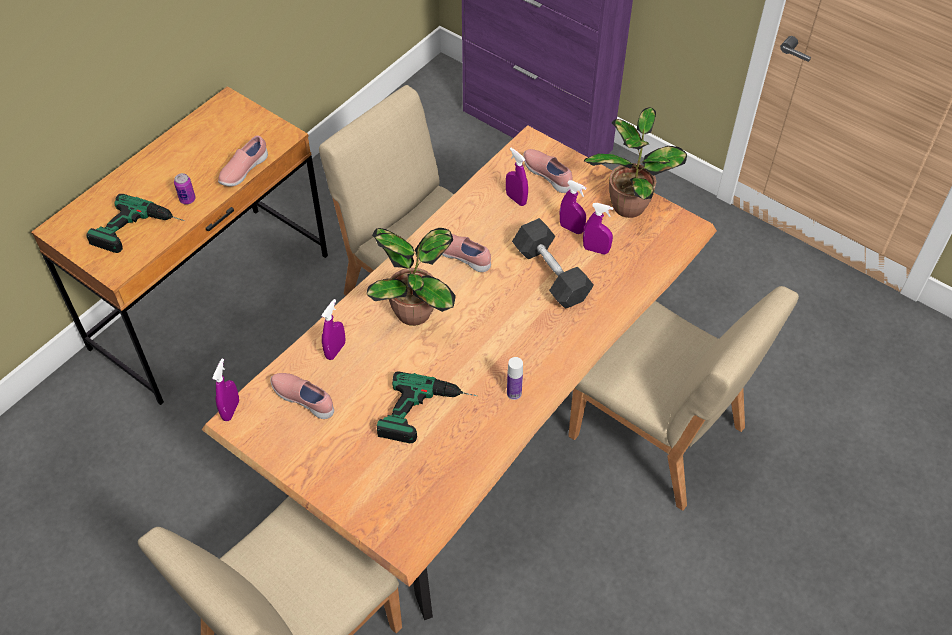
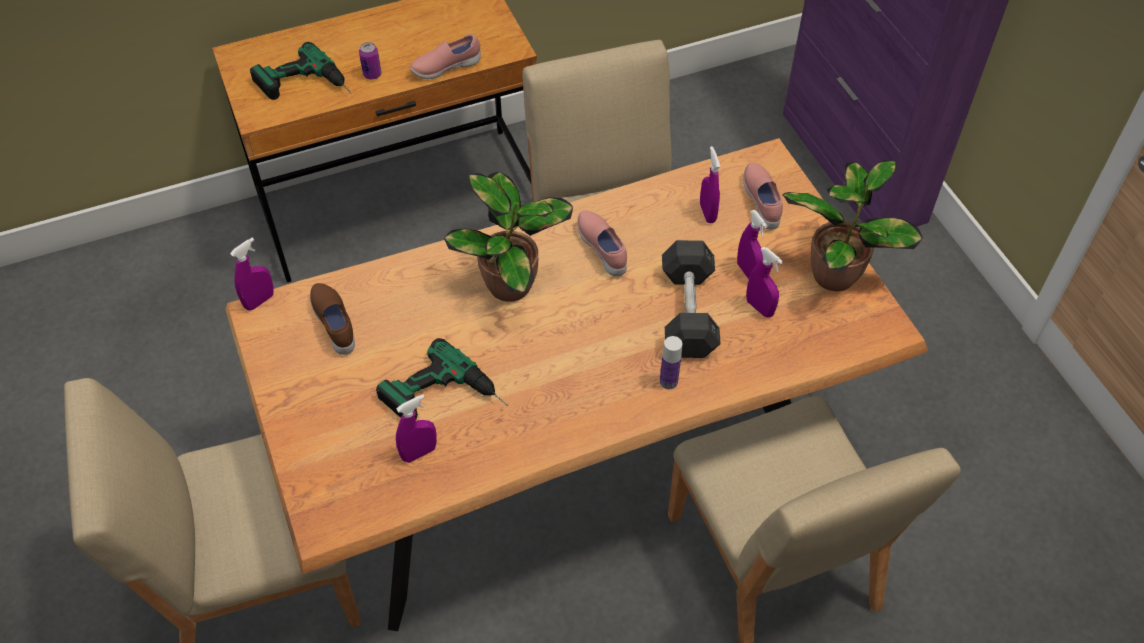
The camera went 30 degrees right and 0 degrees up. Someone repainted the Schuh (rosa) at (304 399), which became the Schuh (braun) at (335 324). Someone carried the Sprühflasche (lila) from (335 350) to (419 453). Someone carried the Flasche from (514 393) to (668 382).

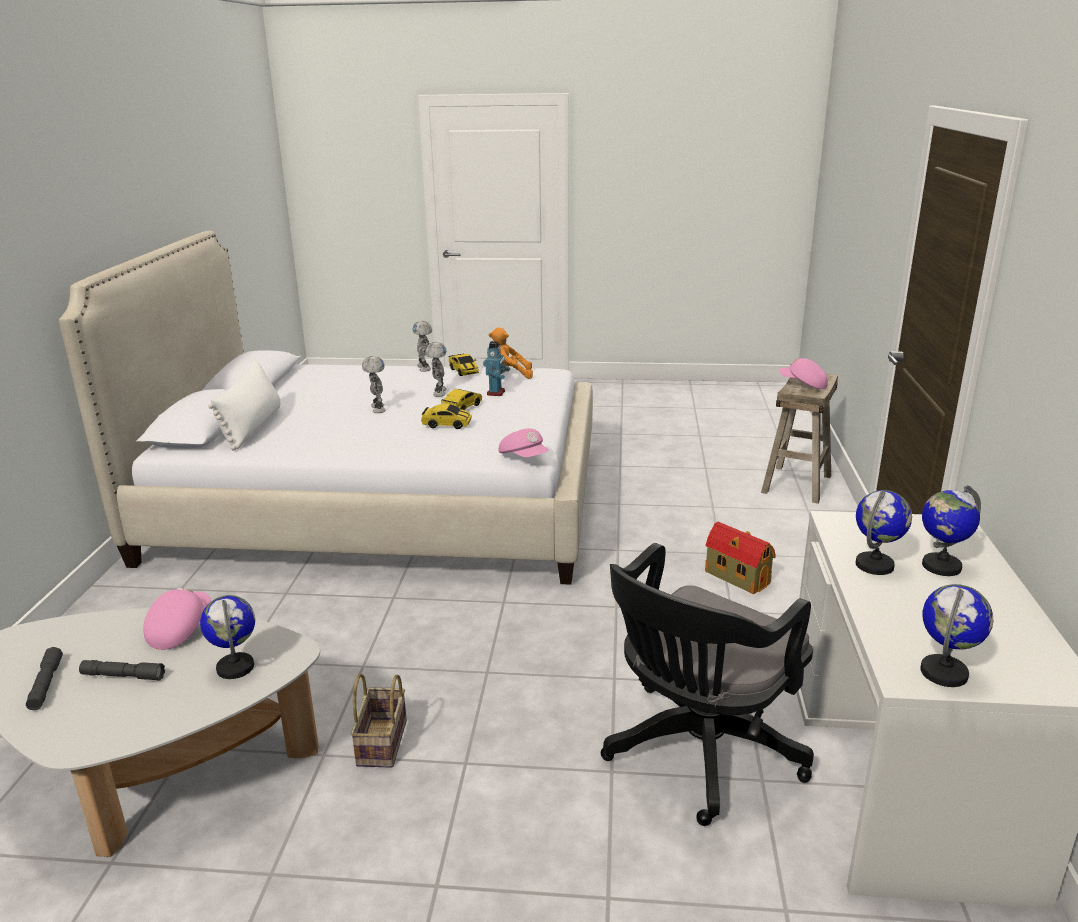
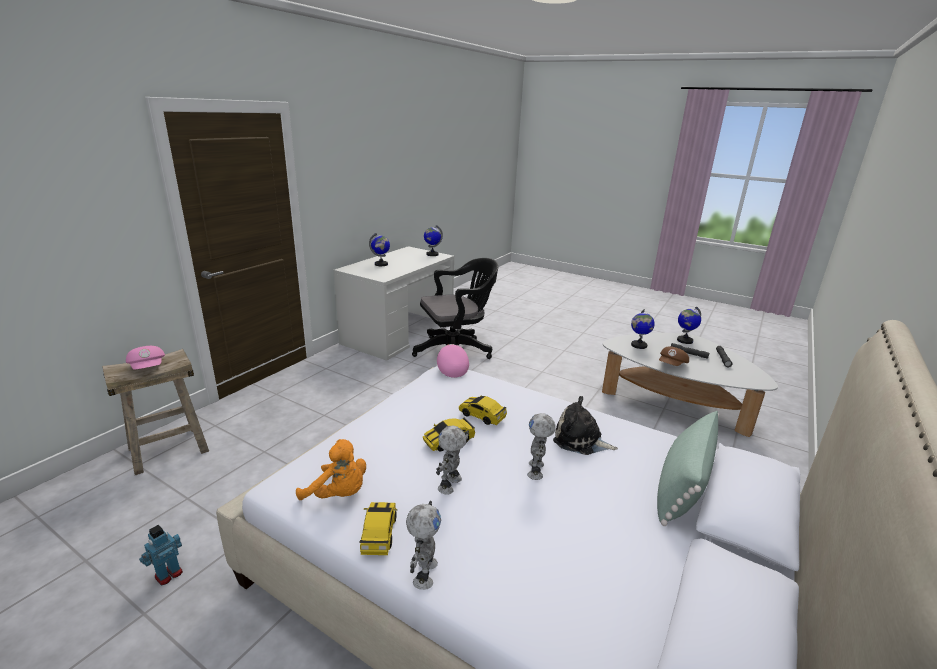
The camera went 155 degrees left and 0 degrees up. Someone carried the Spielzeugroboter from (496 393) to (168 574). Someone put down the Plüschtier at (580 440). Someone repainted the Kissen (weiß) at (252 427), which became the Kissen (grün) at (682 485). Someone repainted the Kappe (rosa) at (179 629), which became the Kappe (braun) at (672 365). Someone carried the Globus from (875 565) to (684 340). Someone took away the Korb at (383 744). Someone took away the Spielzeughaus at (736 577).

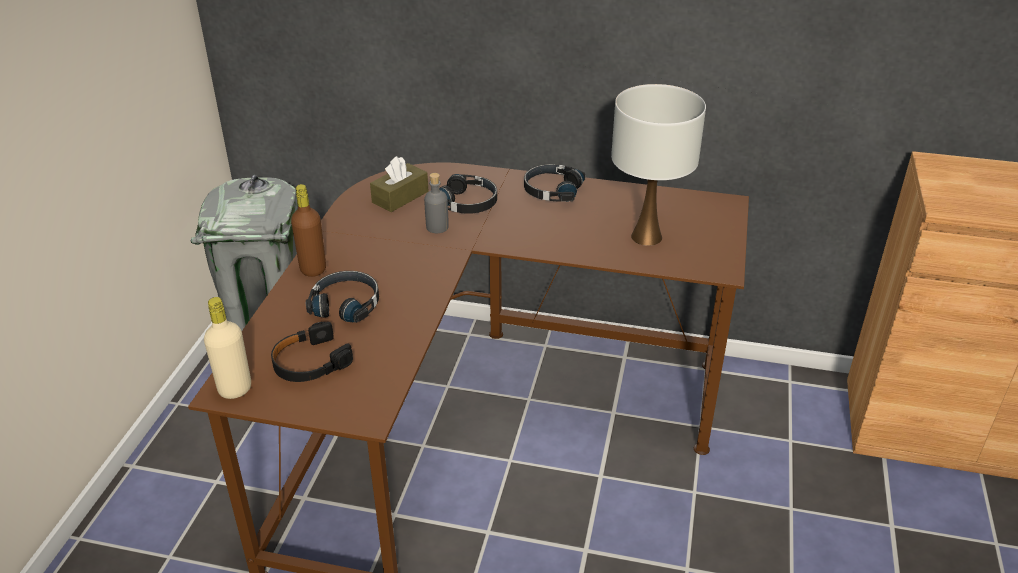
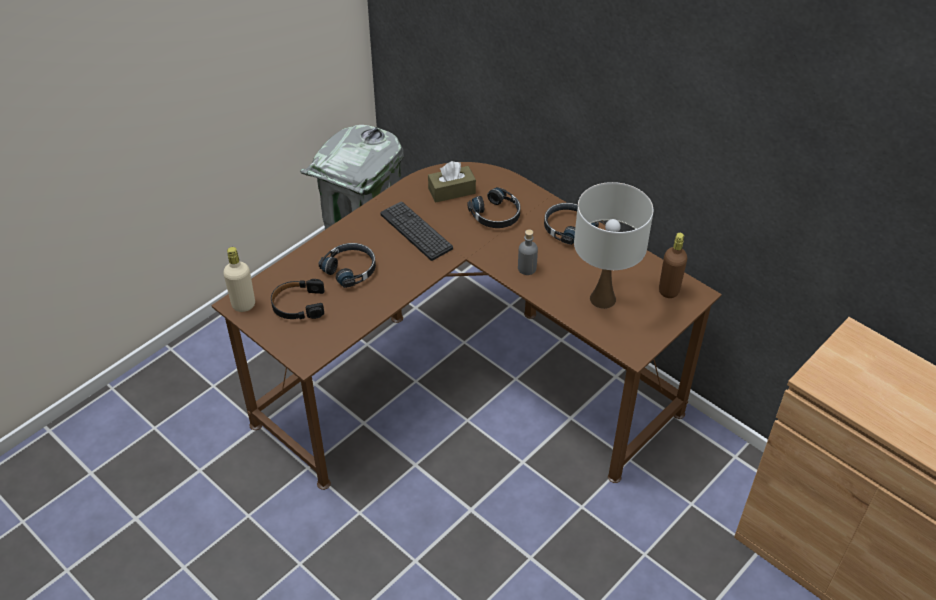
The camera went 30 degrees right and 10 degrees up. Someone put down the Tastatur at (416 231). Someone carried the Flasche (grau) from (437 227) to (527 268). Someone carried the Flasche (braun) from (313 269) to (668 291).

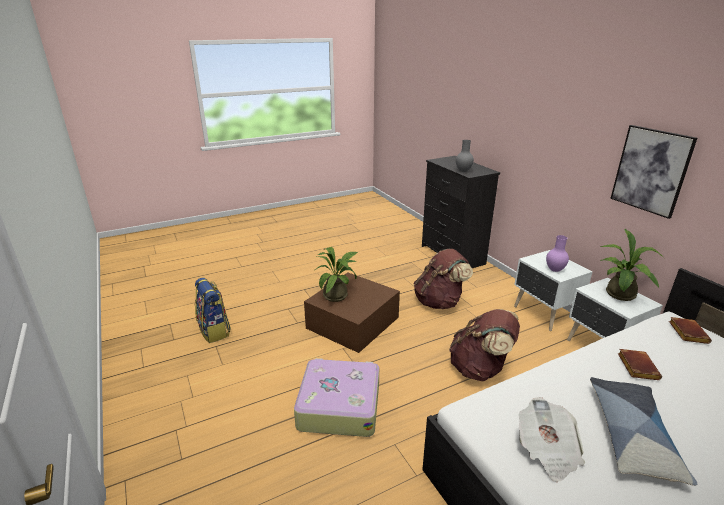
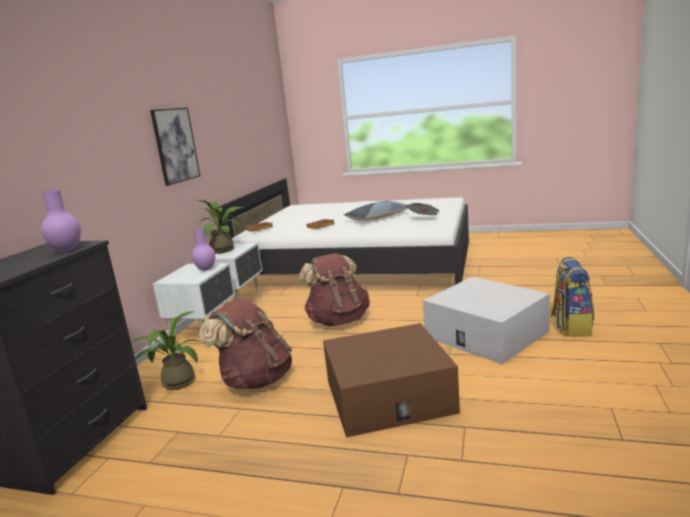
The camera went 135 degrees left and 10 degrees down. Someone repainted the Vase (grau) at (463 171), which became the Vase (lila) at (66 250). Someone carried the Topfpflanze from (338 295) to (175 382). Someone swapped the Koffer at (339 405) for the Aufbewahrungsbox (weiß) at (486 334). Someone carried the Rucksack from (215 331) to (571 326).

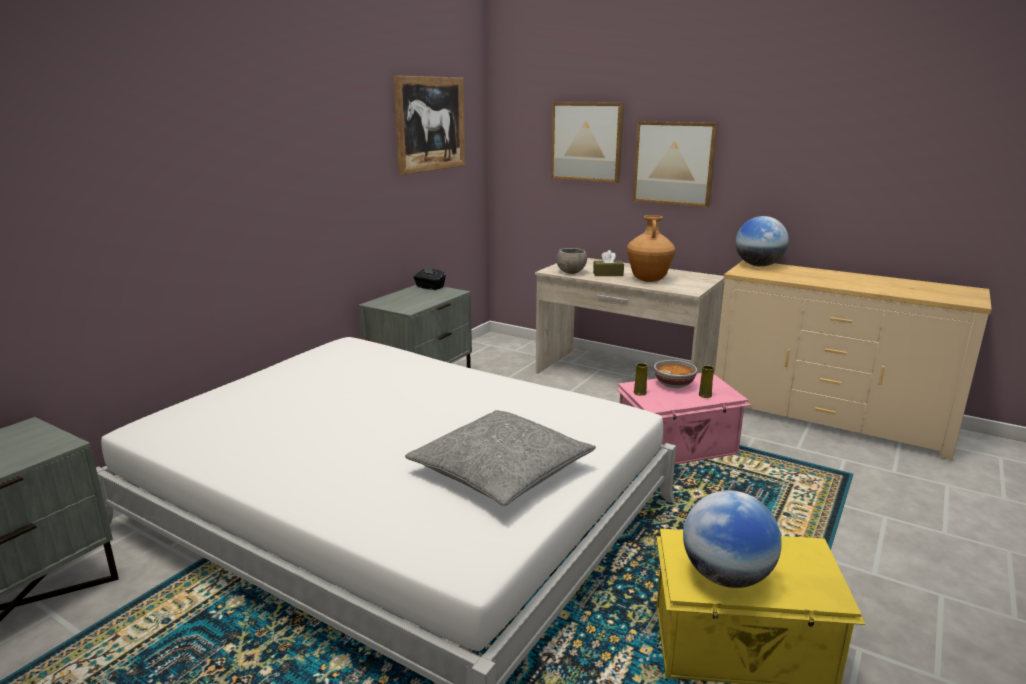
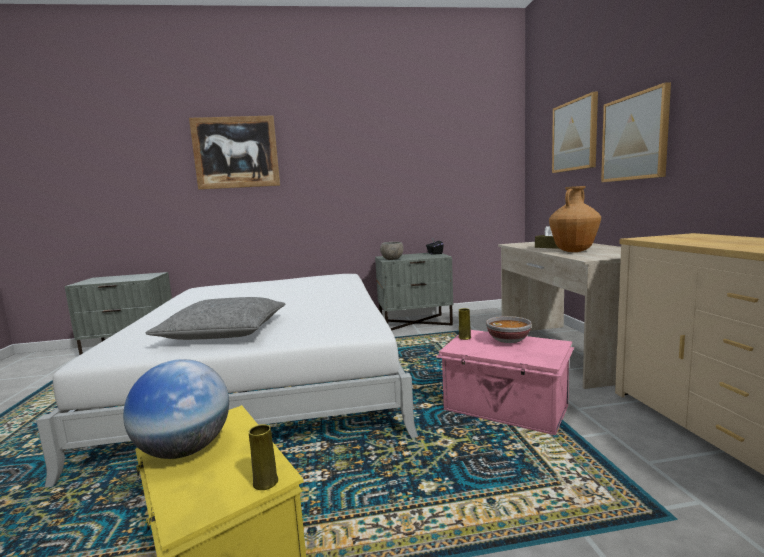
The camera went 50 degrees right and 10 degrees down. Someone carried the Bild from (430 124) to (236 152). Someone carried the Vase (gelb) from (705 395) to (265 482). Someone carried the Schüssel (grau) from (571 272) to (392 259). Someone took away the Globus at (758 265).

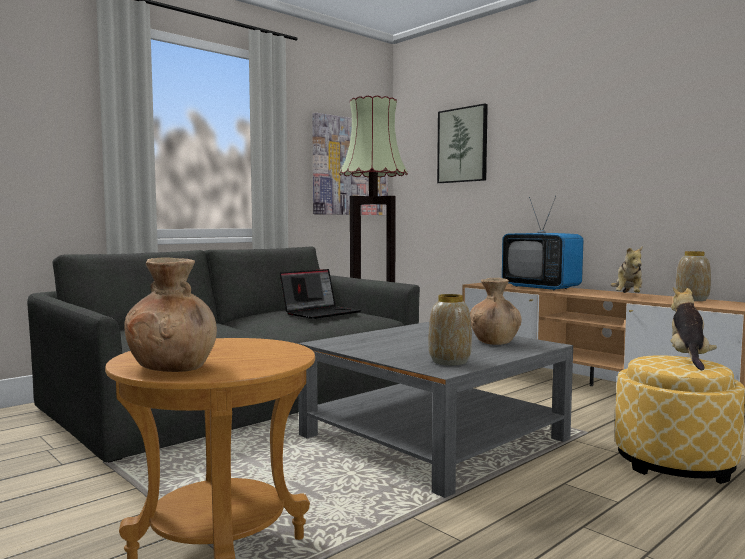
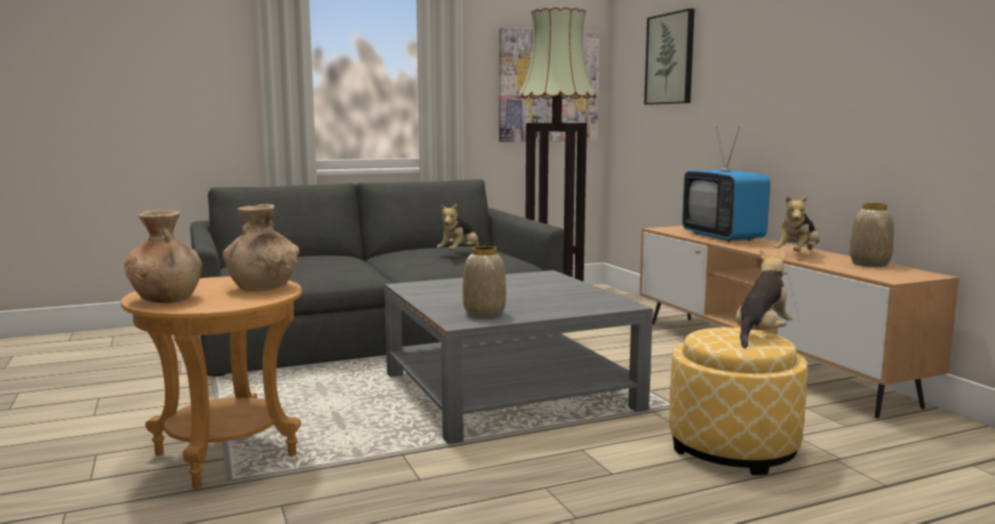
The camera went 20 degrees right and 5 degrees up. Someone carried the Vase (braun) from (494 342) to (262 288). Someone swapped the Laptop at (321 313) for the Plüschtier at (459 253).

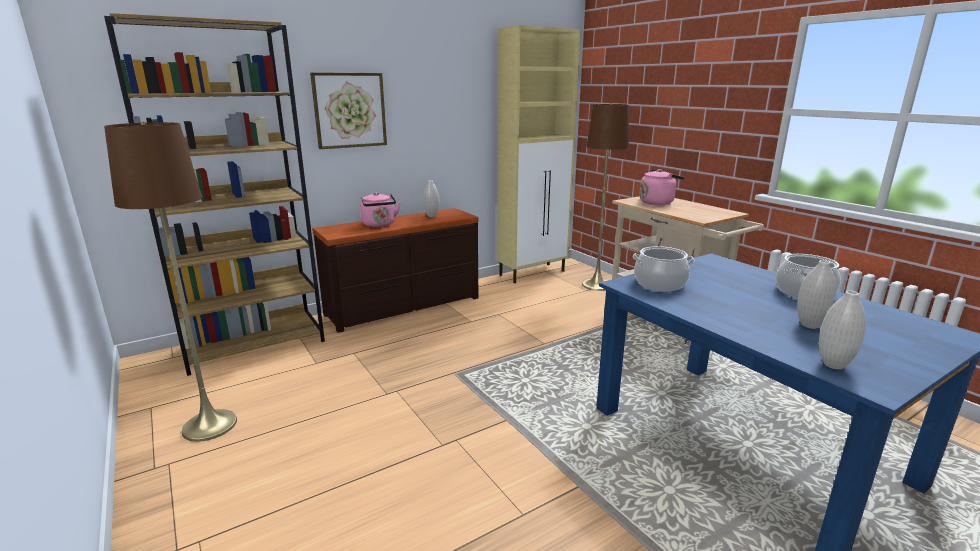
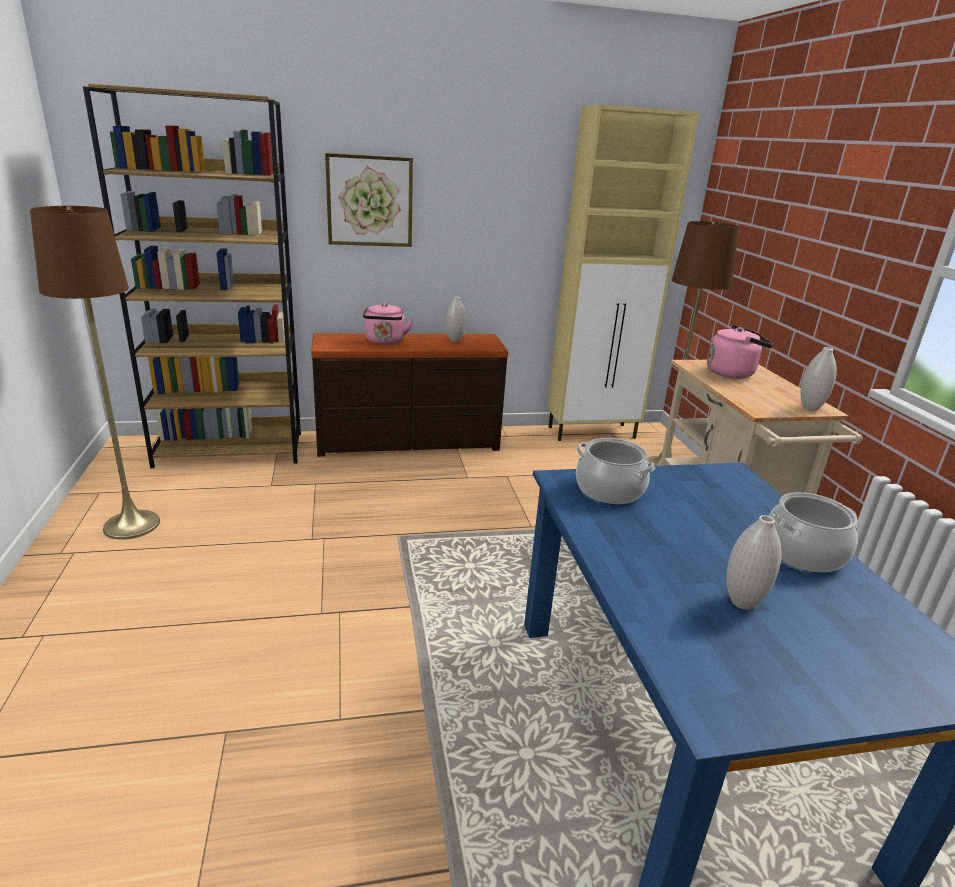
The camera went 20 degrees right and 5 degrees up. Someone carried the Vase (weiß) from (833 365) to (810 408).

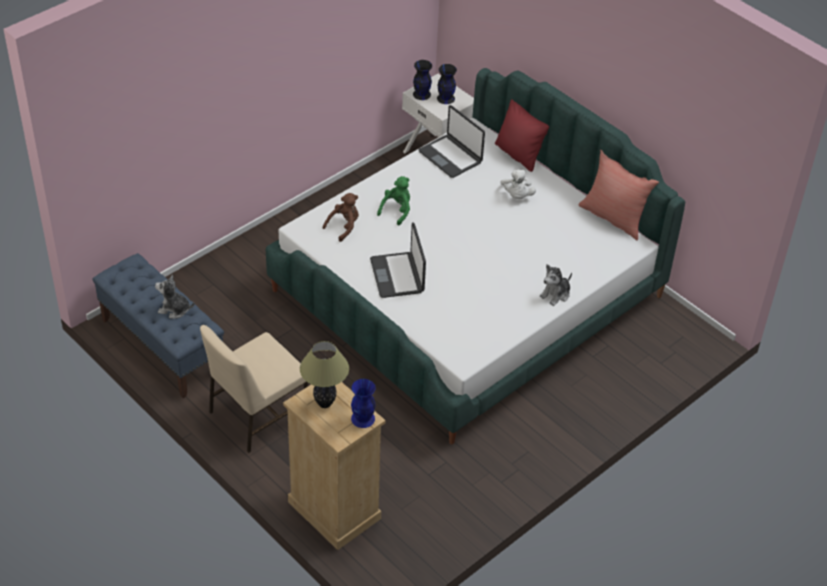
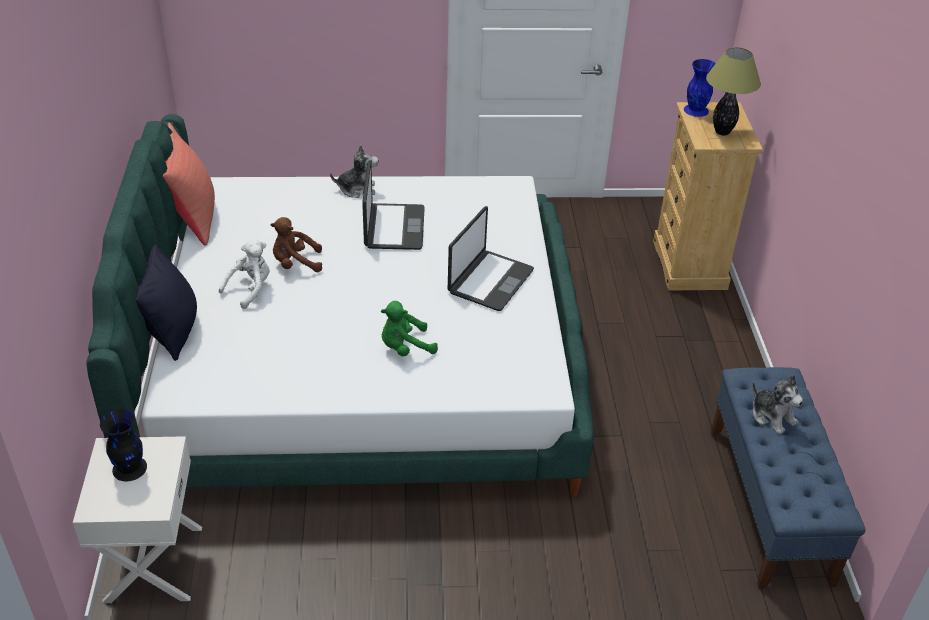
The camera went 140 degrees left and 5 degrees down. Someone repainted the Kissen (rot) at (518 155), which became the Kissen (schwarz) at (173 332). Someone carried the Plüschtier (braun) from (344 226) to (295 264). Someone carried the Laptop from (451 157) to (393 228). Someone took away the Stuhl (beige) at (256 414). Someone took away the Vase (schwarz) at (421 94).

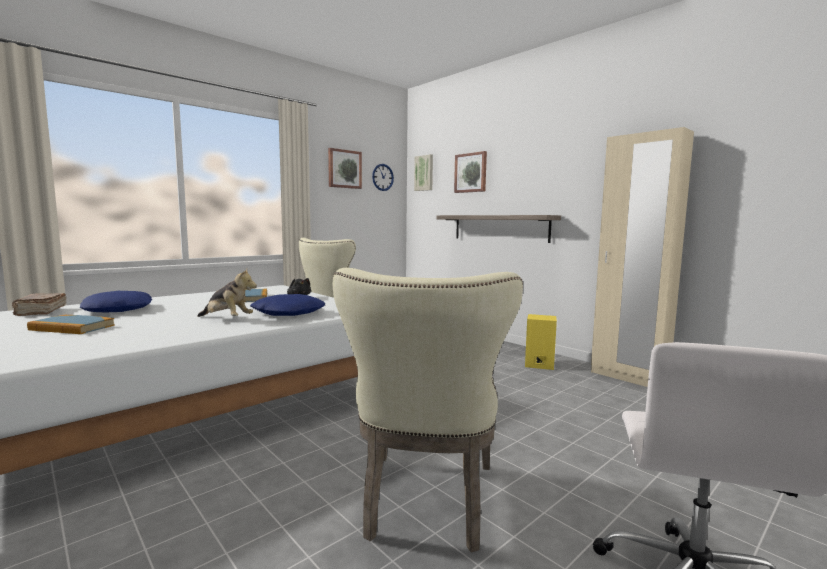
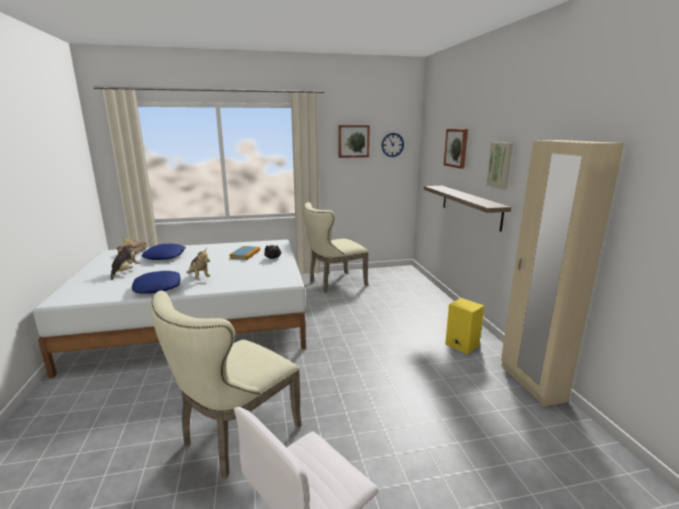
The camera went 30 degrees right and 10 degrees up. Someone swapped the Buch at (72 328) for the Plüschtier at (126 271). Someone carried the Kissen (blau) from (288 313) to (157 287). Someone carried the Bild from (424 173) to (500 165).

